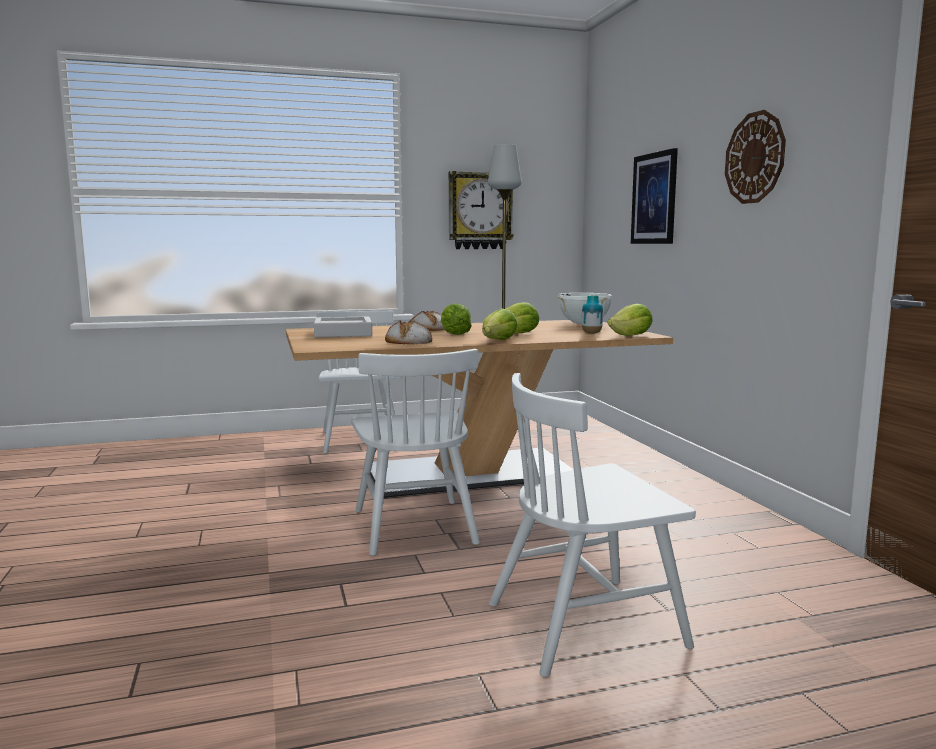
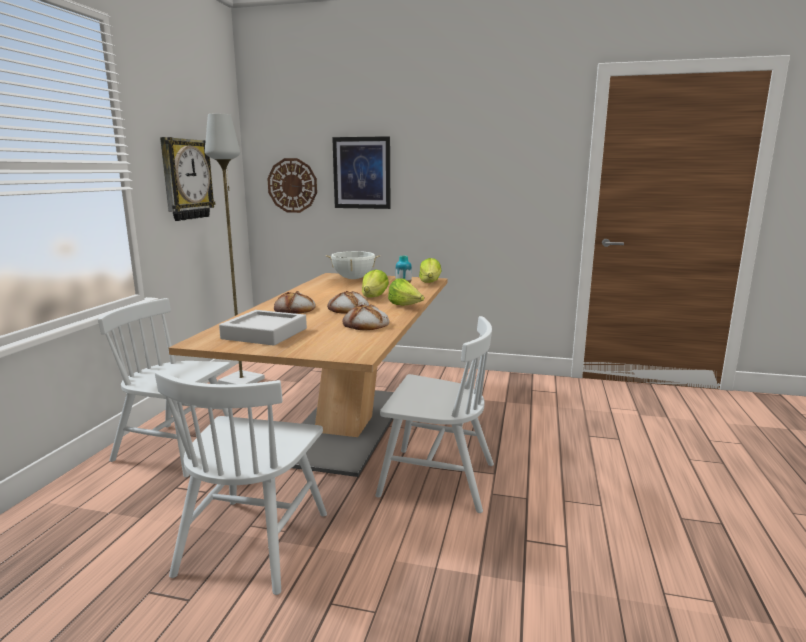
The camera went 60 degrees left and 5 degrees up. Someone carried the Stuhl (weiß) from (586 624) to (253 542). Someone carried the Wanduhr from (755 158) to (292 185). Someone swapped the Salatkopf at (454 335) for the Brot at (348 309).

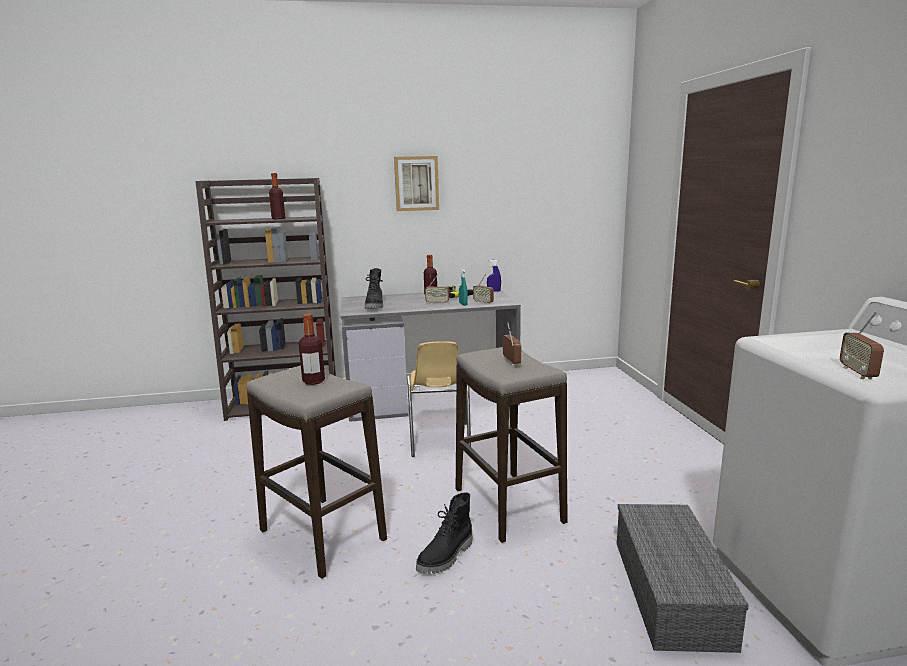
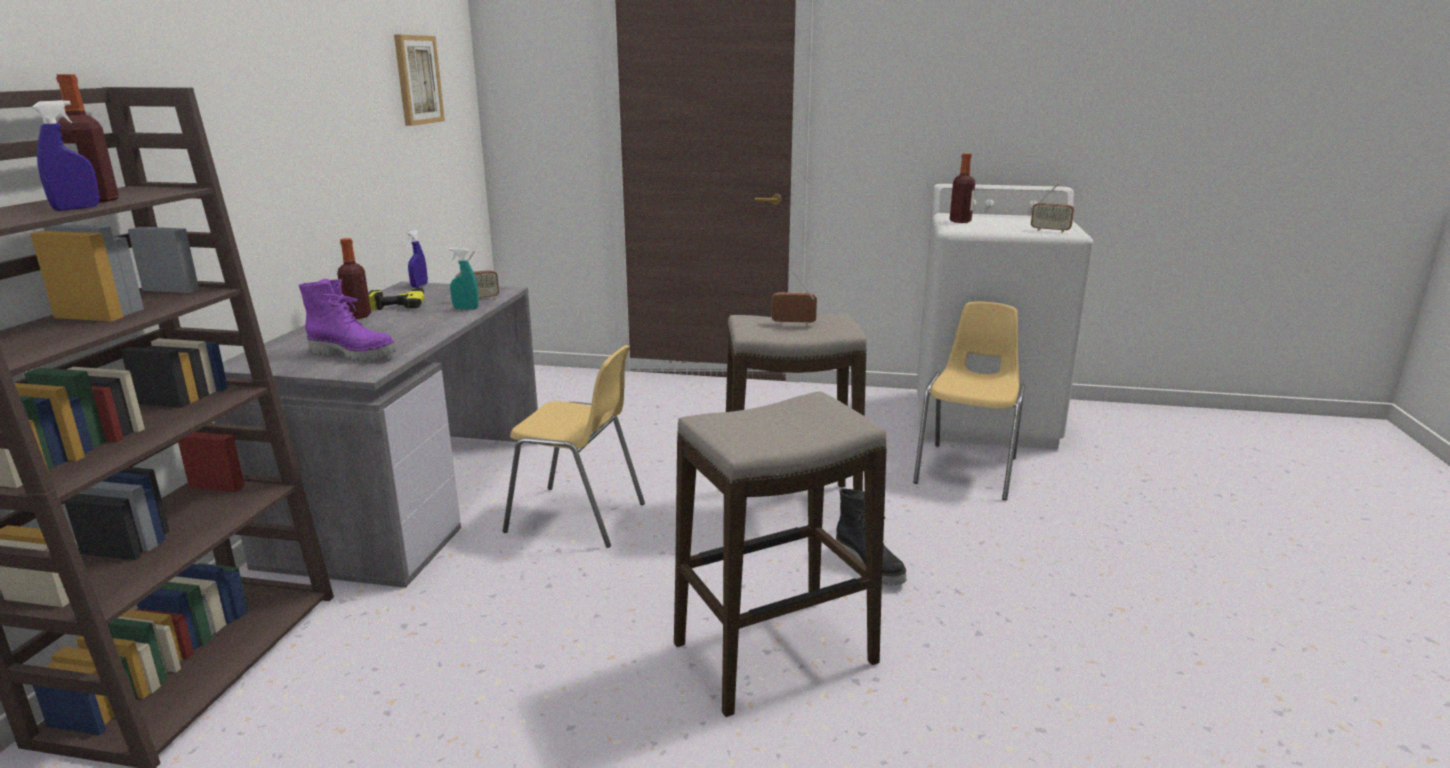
The camera went 70 degrees left and 5 degrees up. Someone put down the Sprühflasche (blau) at (76 208). Someone repainted the Stiefel (schwarz) at (375 306), which became the Stiefel (lila) at (354 354). Someone carried the Bild from (416 183) to (417 80). Someone swapped the Aufbewahrungsbox (grau) at (673 593) for the Stuhl (gelb) at (968 470). Someone carried the Flasche from (313 381) to (960 221). Someone took away the Radio at (437 303).

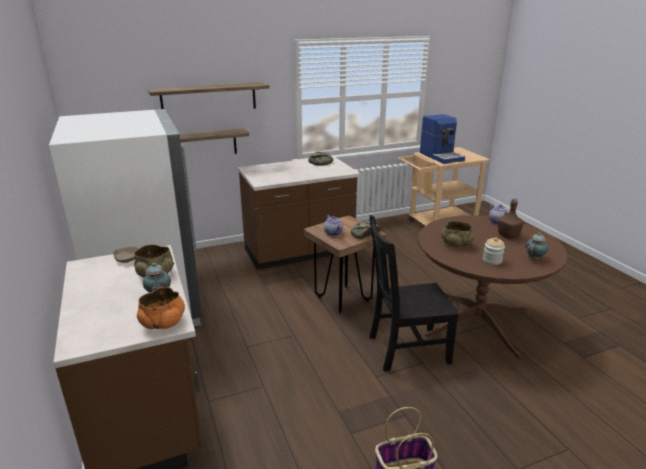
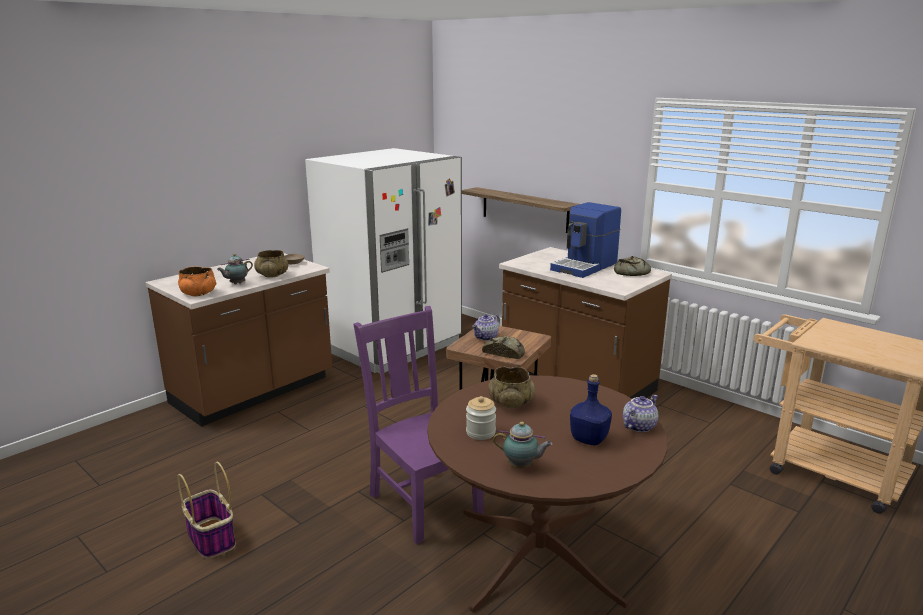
The camera went 65 degrees right and 5 degrees down. Someone repainted the Stuhl (schwarz) at (405 349), which became the Stuhl (lila) at (423 502). Someone carried the Kaffeemaschine from (441 156) to (585 266). Someone repainted the Flasche (braun) at (508 236), which became the Flasche (blau) at (589 439). Someone took away the Wandregal at (209 98).

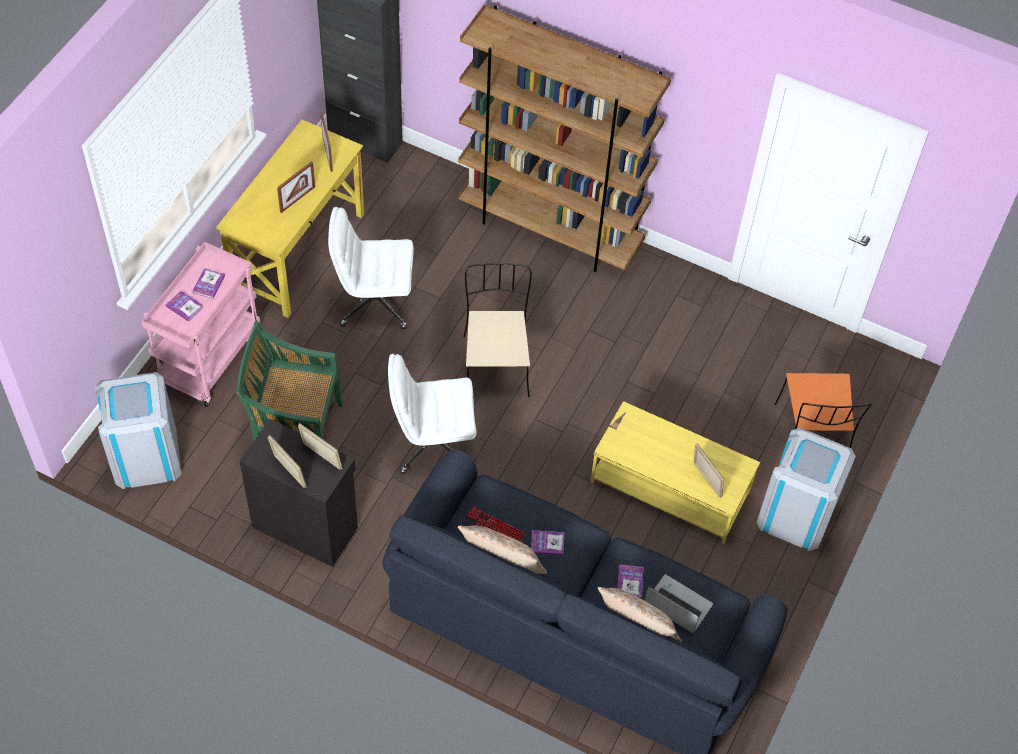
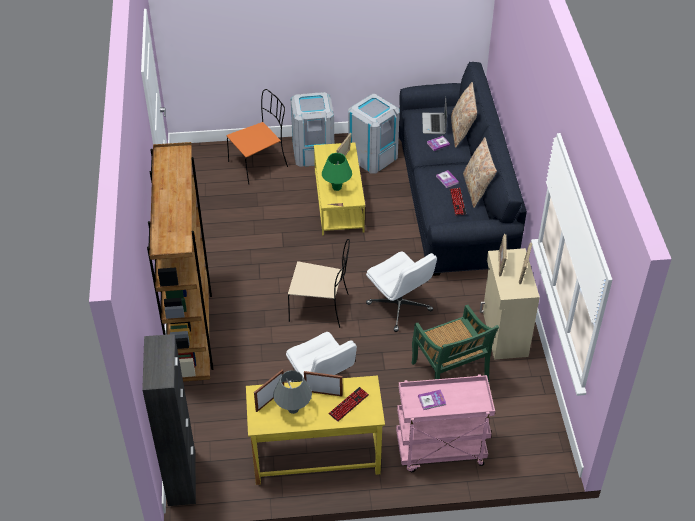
The camera went 120 degrees left and 10 degrees down. Someone put down the Tischlampe (grau) at (293 409). Someone rotated the Stuhl (beige) at (495 364) by 135 degrees counterclockwise. Someone put down the Tischlampe (grün) at (337 187). Someone put down the Tastatur at (348 404). Someone carried the Mülleimer (grau) from (146 457) to (372 156). Someone repainted the Schrank (schwarz) at (305 526), which became the Schrank (beige) at (504 333). Someone took away the Buch at (184 306).

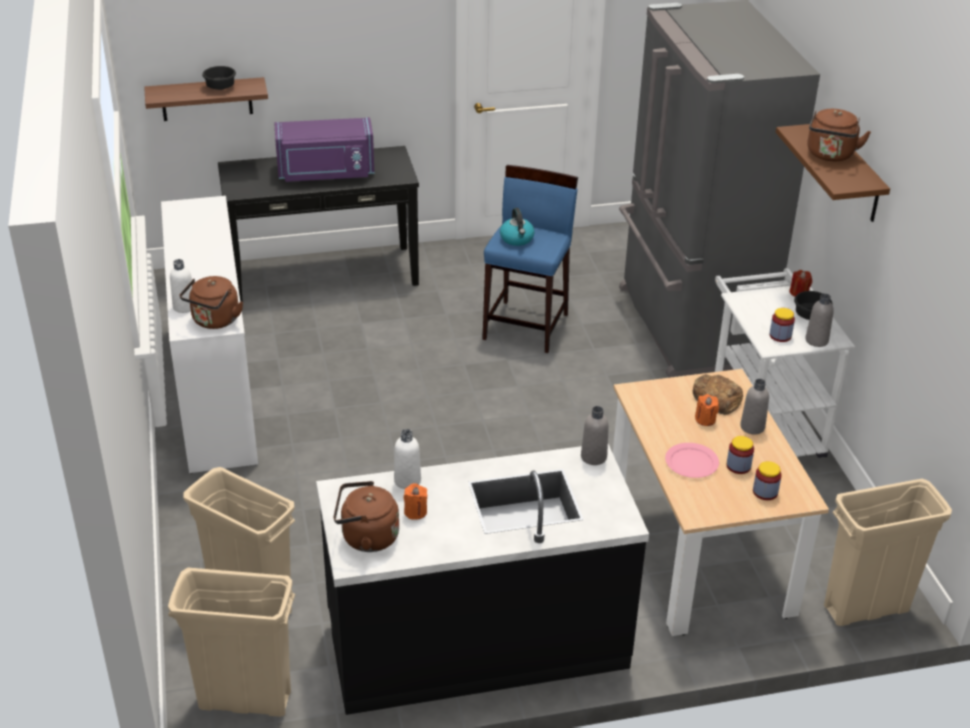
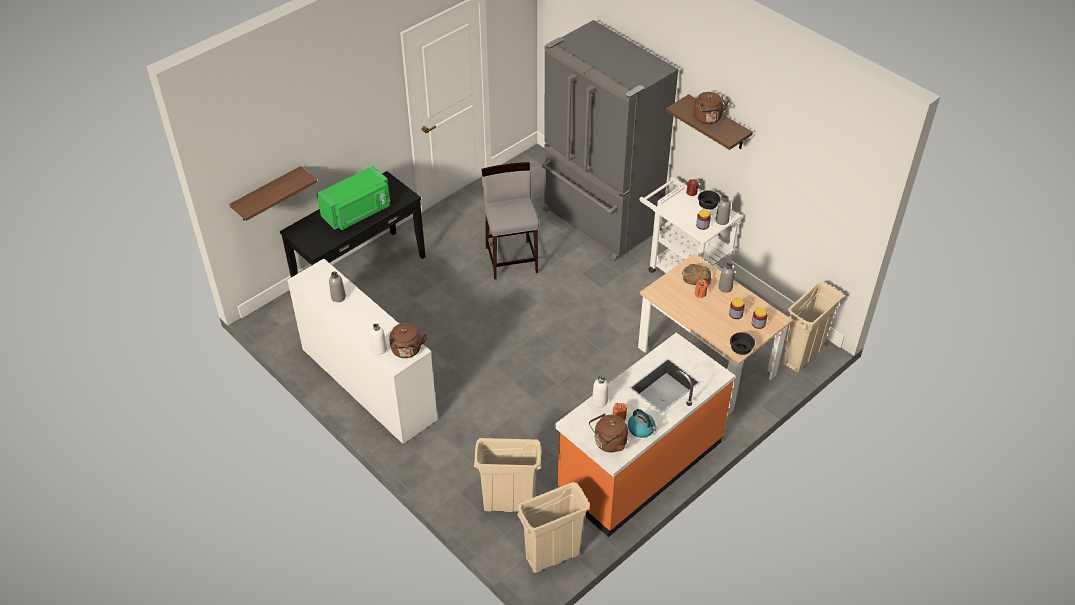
The camera went 30 degrees left and 10 degrees up. Someone repainted the Mikrowelle (lila) at (326 173), which became the Mikrowelle (grün) at (357 212). Someone carried the Flasche (grau) from (593 457) to (338 297). Someone repainted the Hocker (blau) at (527 326), which became the Hocker (grau) at (512 259). Someone repainted the Küchenzeile (schwarz) at (476 642), which became the Küchenzeile (orange) at (639 466). Someone carried the Wasserkessel from (517 239) to (641 429). Someone carried the Schüssel (schwarz) from (220 88) to (741 349). Someone took away the Teller (rosa) at (692 462).

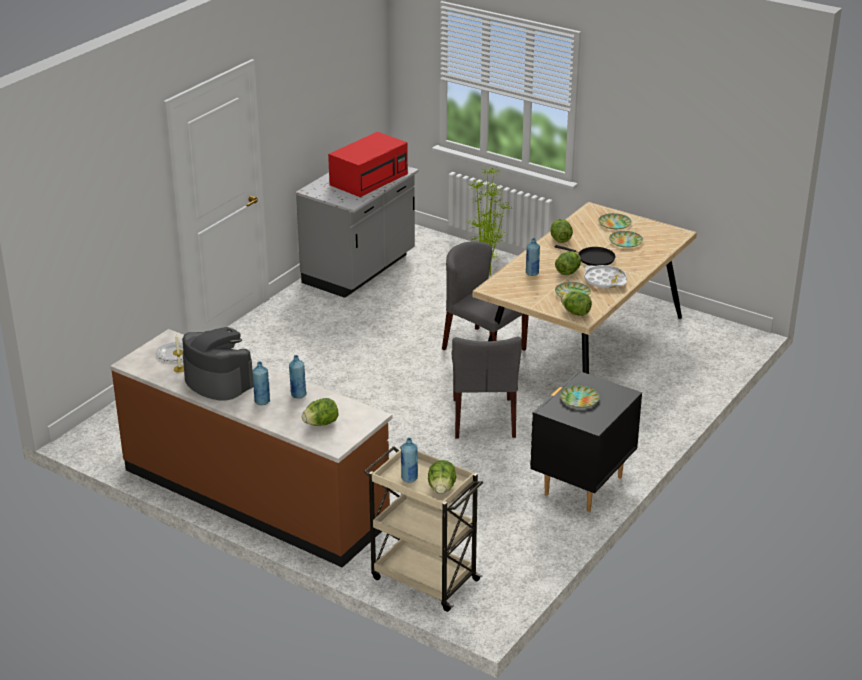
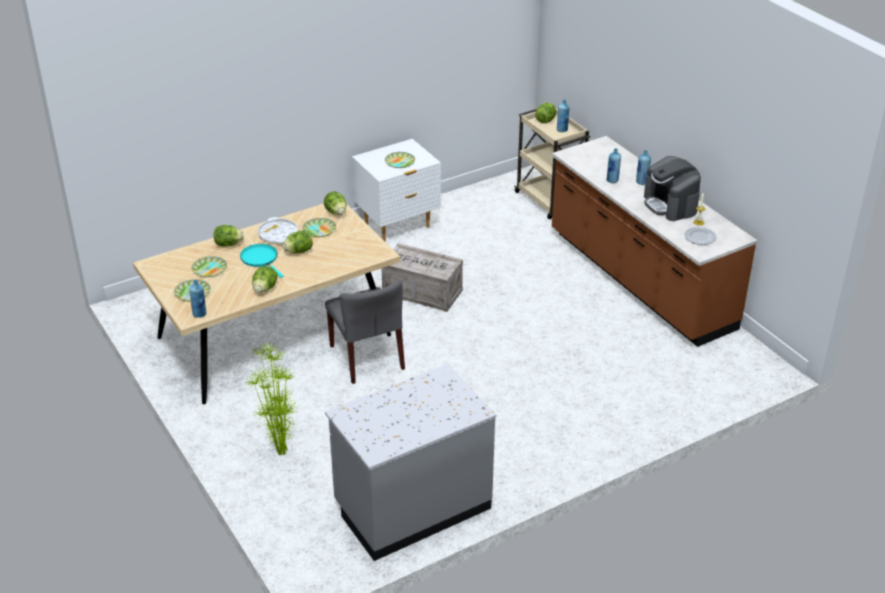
The camera went 155 degrees left and 5 degrees up. Someone carried the Flasche (blau) from (532 273) to (199 314). Someone carried the Salatkopf from (321 423) to (228 244). Someone repainted the Pfanne (schwarz) at (593 258), which became the Pfanne (türkis) at (260 259). Someone repainted the Nachttisch (schwarz) at (582 485), which became the Nachttisch (weiß) at (397 226). Someone swapped the Stuhl (grau) at (484 418) for the Kiste at (423 292). Someone took away the Mikrowelle (rot) at (369 179).

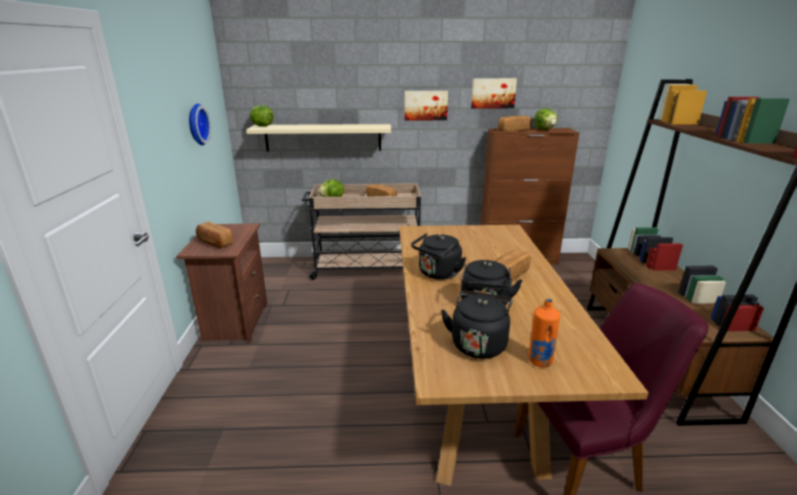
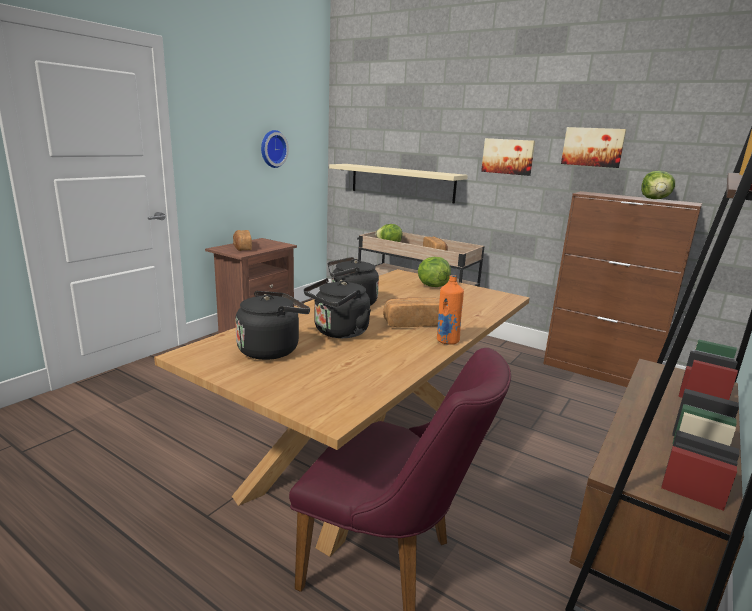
The camera went 35 degrees right and 5 degrees down. Someone carried the Salatkopf from (262 126) to (432 286). Someone carried the Flasche (orange) from (539 361) to (447 341). Someone took away the Brot at (513 130).

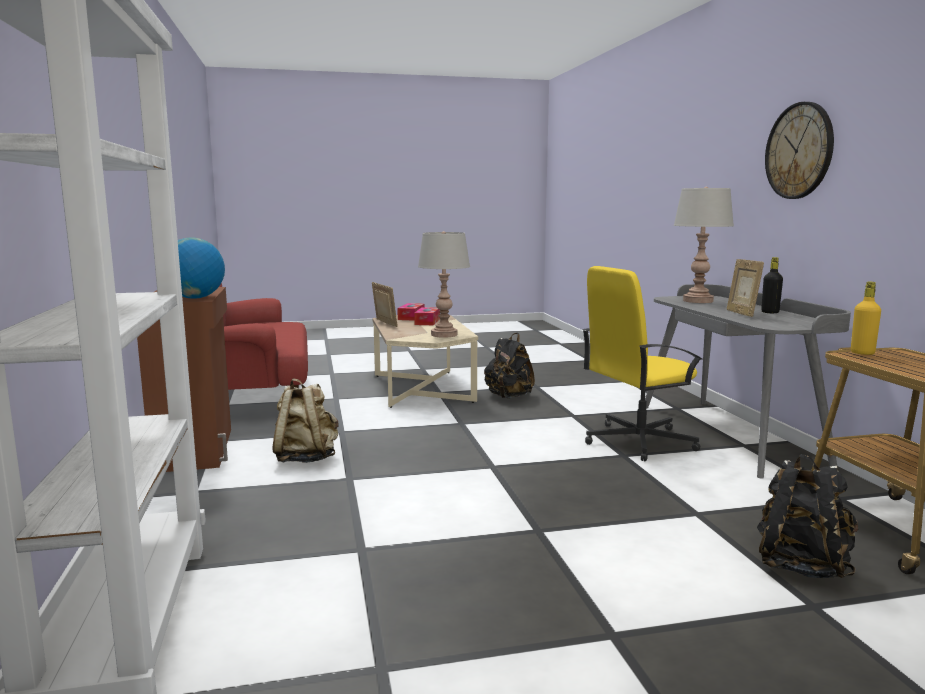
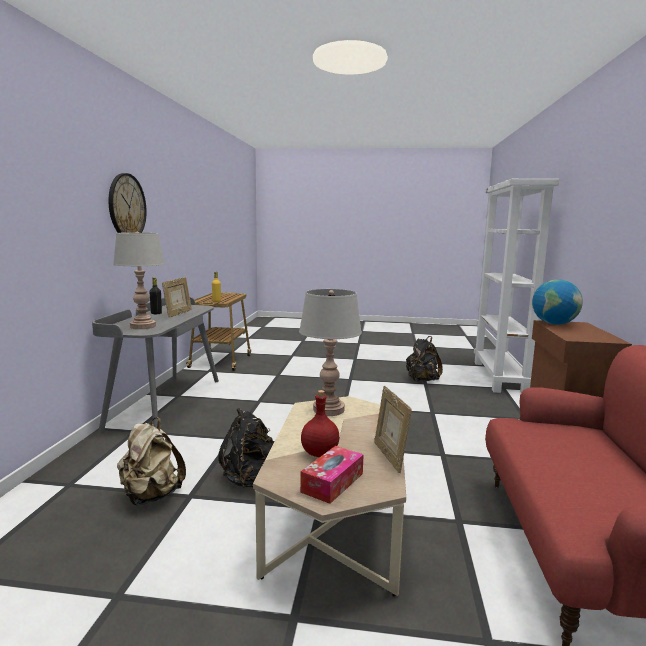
The camera went 160 degrees left and 0 degrees up. Someone carried the Rucksack (beige) from (306 458) to (151 496). Someone swapped the Taschentuchbox at (427 322) for the Flasche (rot) at (320 453). Someone carried the Rucksack (schwarz) from (801 565) to (422 380). Someone took away the Bürostuhl (gelb) at (638 441).

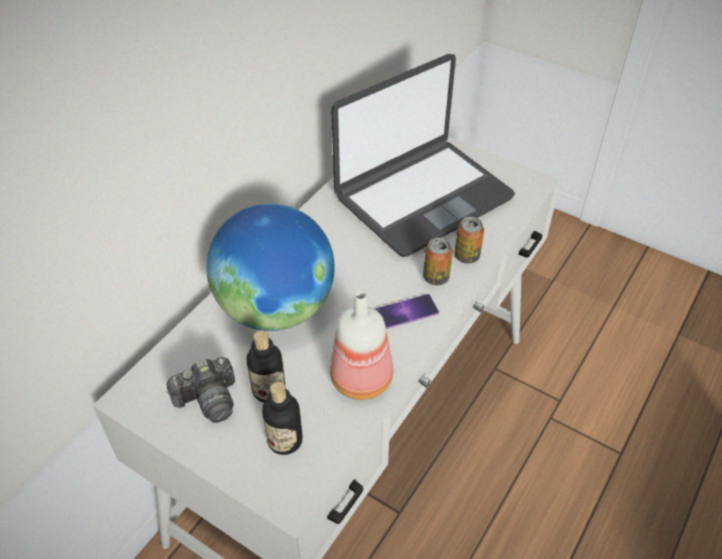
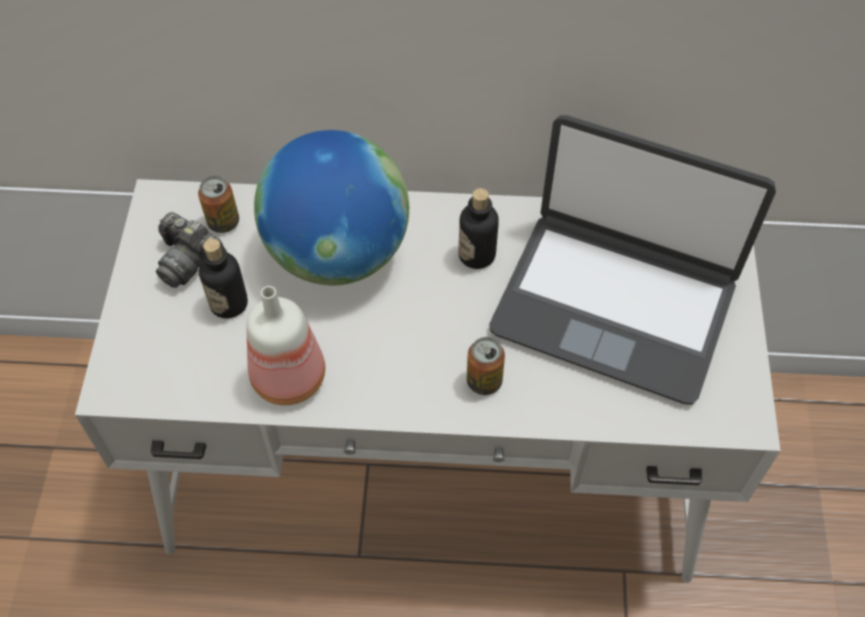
The camera went 60 degrees right and 10 degrees up. Someone carried the Dose from (466 256) to (223 222). Someone carried the Flasche from (285 440) to (477 255). Someone took away the Handy at (406 312).

